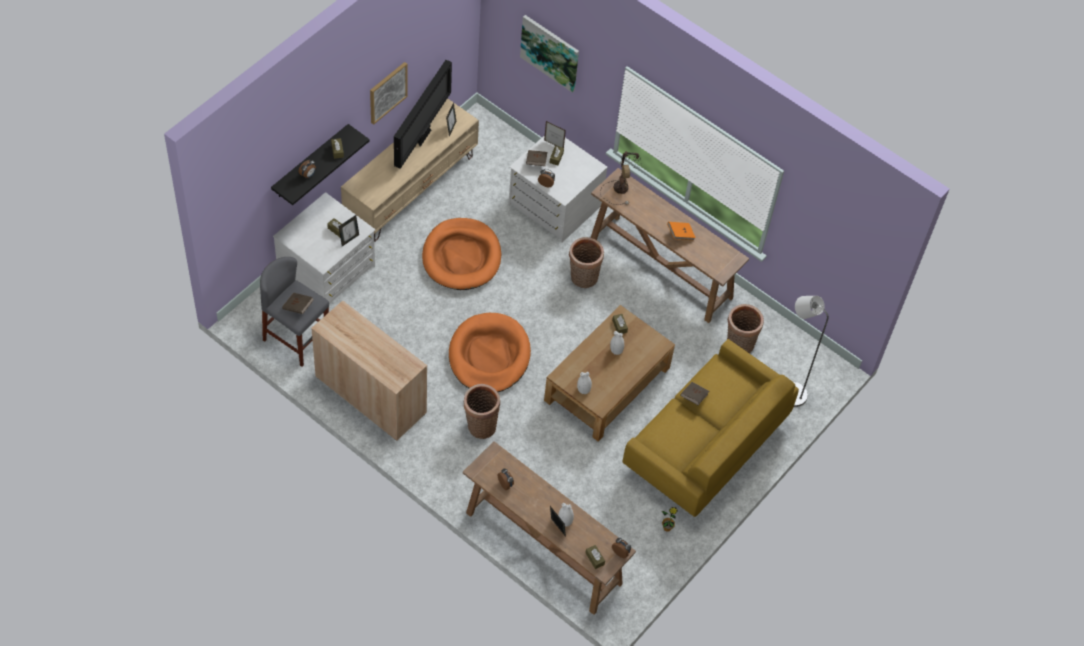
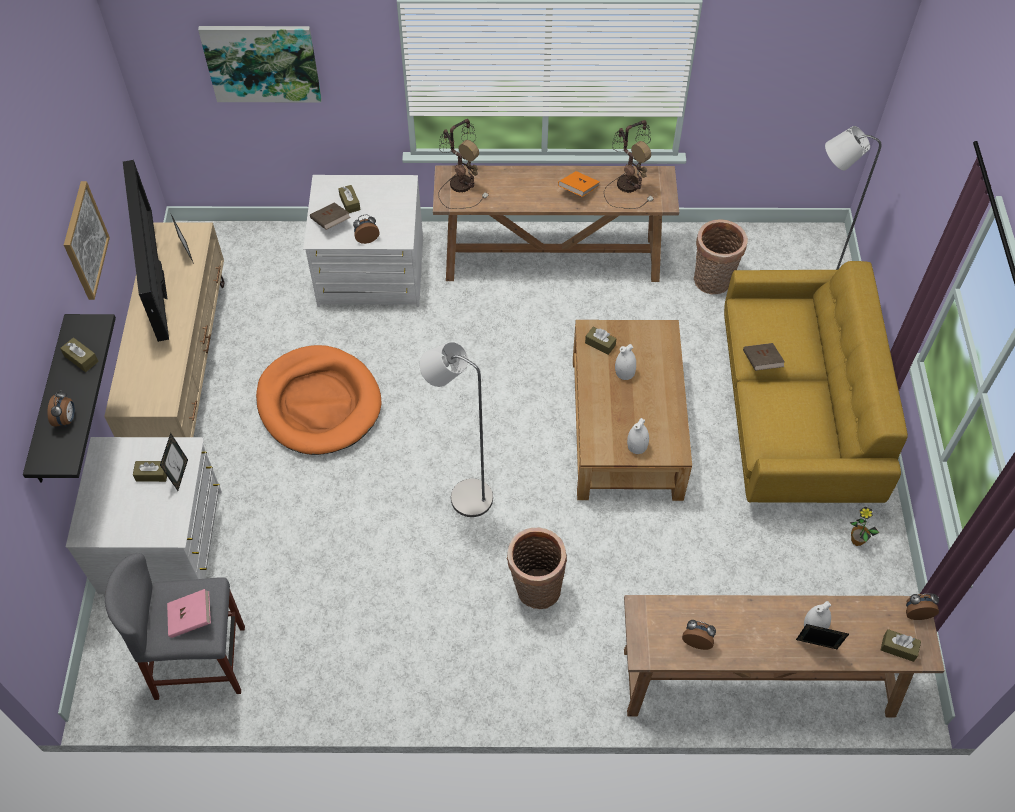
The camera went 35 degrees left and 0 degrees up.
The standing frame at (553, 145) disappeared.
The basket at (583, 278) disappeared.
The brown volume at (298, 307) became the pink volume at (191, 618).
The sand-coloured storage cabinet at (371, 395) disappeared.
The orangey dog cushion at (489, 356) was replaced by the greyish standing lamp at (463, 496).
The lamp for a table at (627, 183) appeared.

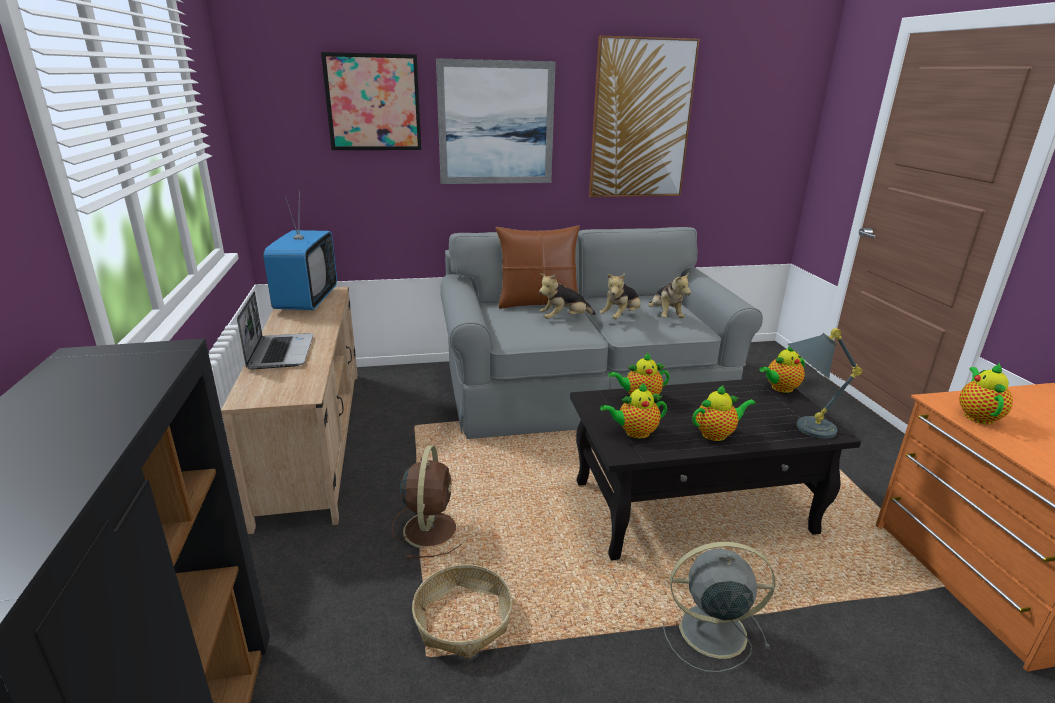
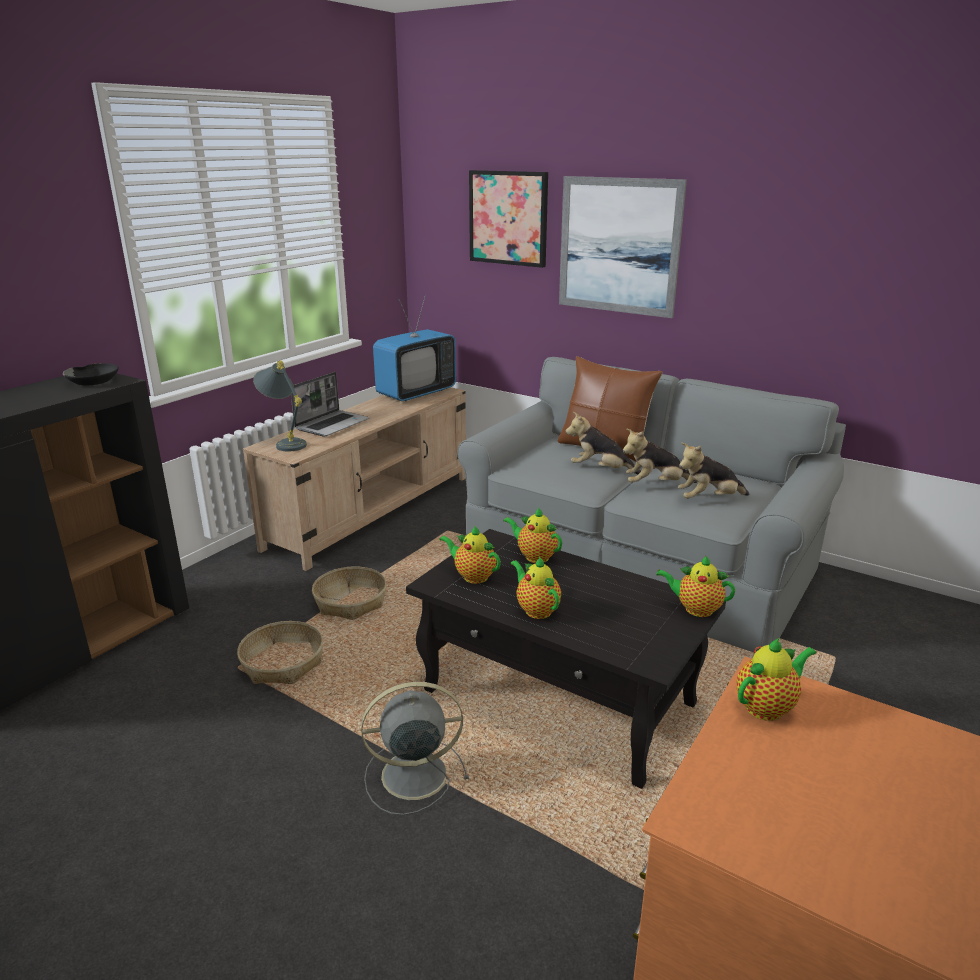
The camera went 45 degrees right and 0 degrees up.
The wall art at (640, 120) disappeared.
The plush toy at (665, 316) turned 45 degrees clockwise.
The greyish lamp for a table moved from (802, 428) to (285, 443).
The teapot at (717, 434) turned 150 degrees counterclockwise.
The brown cooling fan at (431, 528) was replaced by the basket at (350, 602).
The greyish cooling fan at (709, 630) turned 60 degrees counterclockwise.
The black deep dish at (94, 381) appeared.

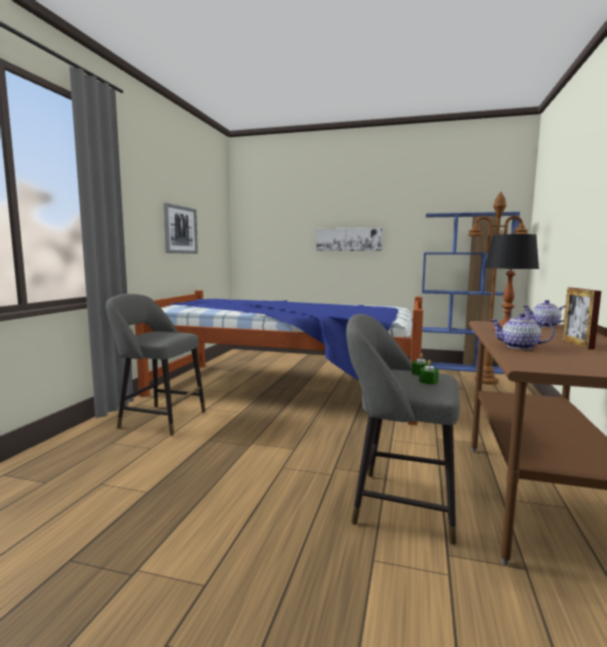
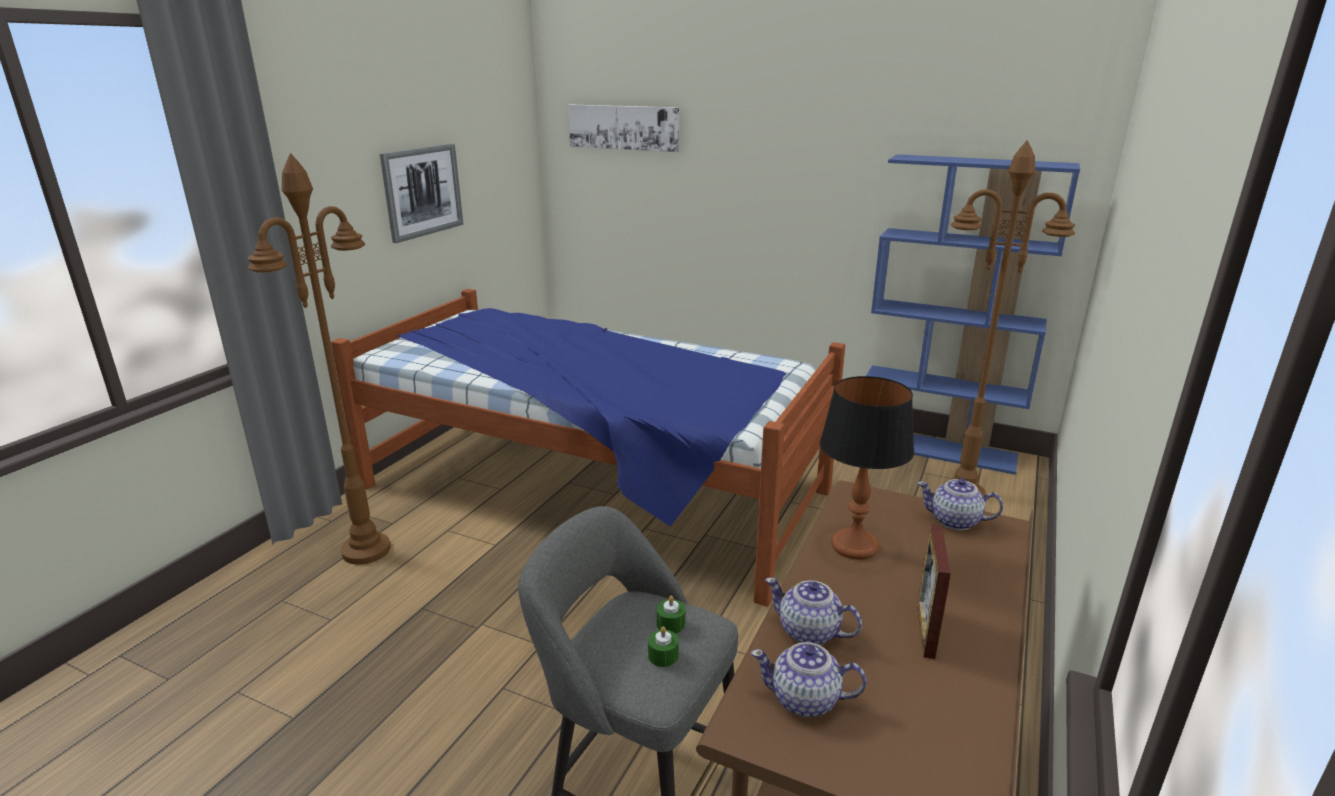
The camera went 10 degrees right and 15 degrees up.
The wall art moved from (349, 239) to (623, 127).
The greyish stool seat at (158, 419) was replaced by the brown standing lamp at (366, 550).
The teapot at (805, 700) appeared.

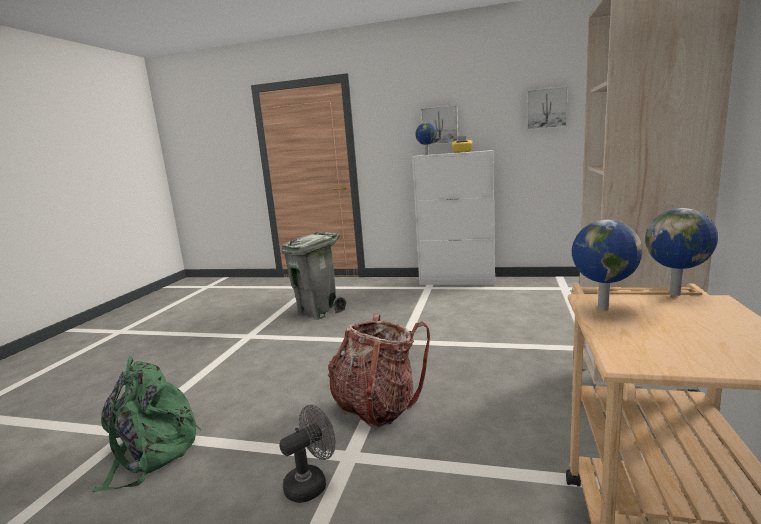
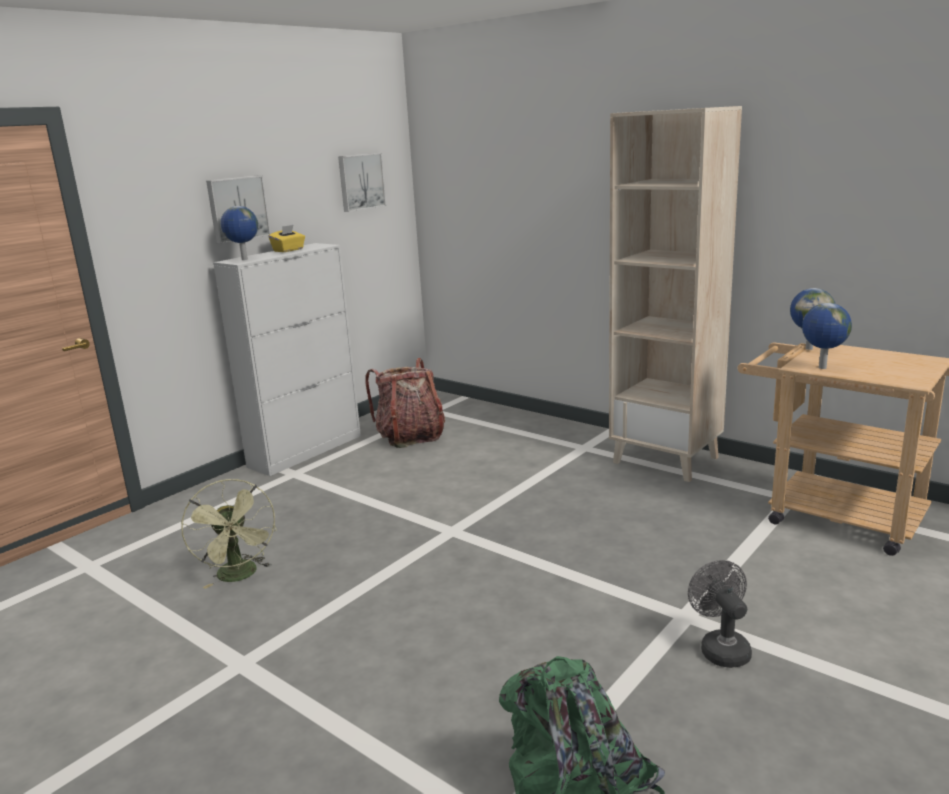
The camera went 65 degrees left and 5 degrees up.
The greyish trash can at (318, 312) was replaced by the green cooling fan at (240, 576).
The backpack moved from (377, 406) to (410, 436).

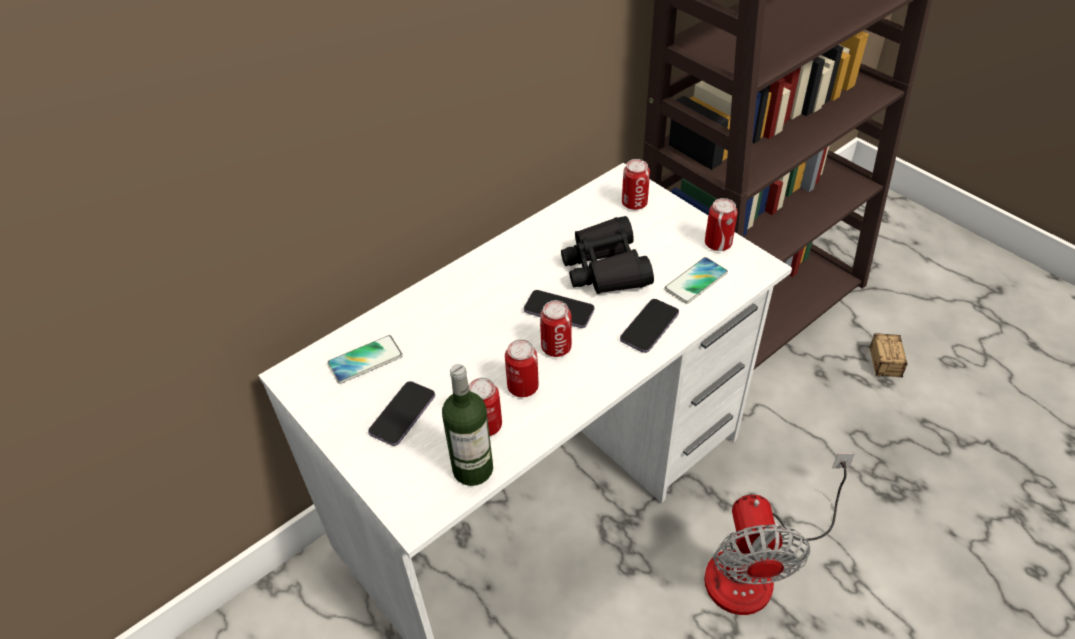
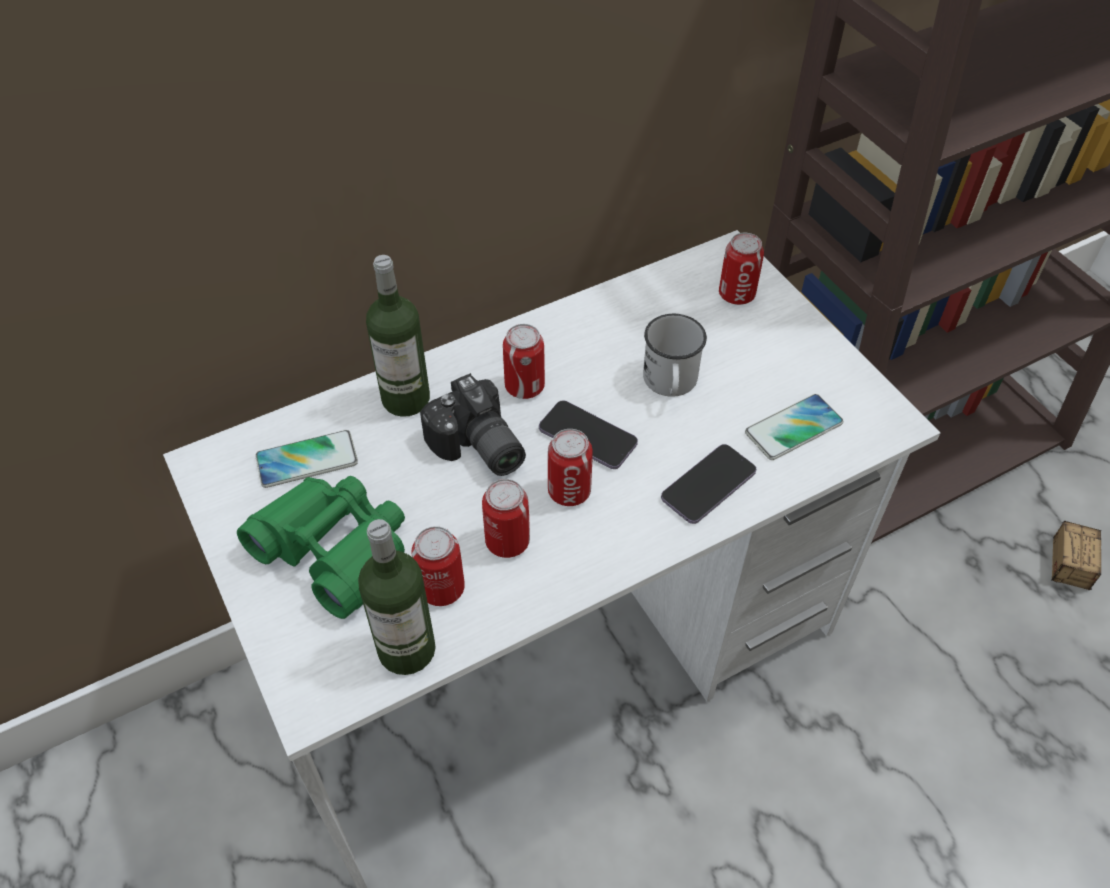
The camera went 10 degrees right and 5 degrees up.
The metal can moved from (718, 244) to (524, 386).
The black field glasses at (605, 267) was replaced by the white-coloured mug at (670, 384).
The phone at (402, 414) was replaced by the green field glasses at (334, 549).
The cooling fan at (756, 566) disappeared.
The bottle at (406, 399) appeared.
The still camera at (477, 449) appeared.

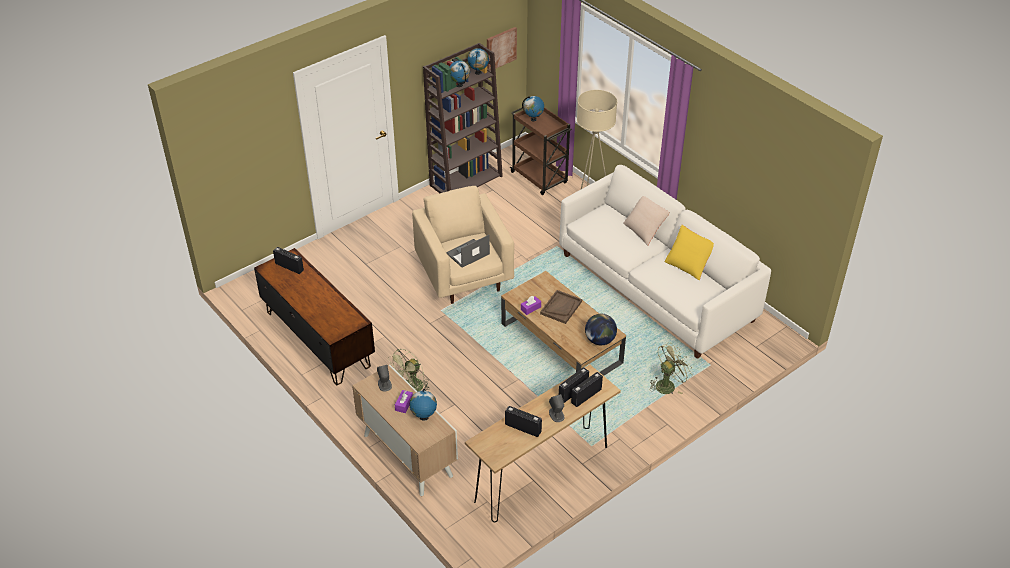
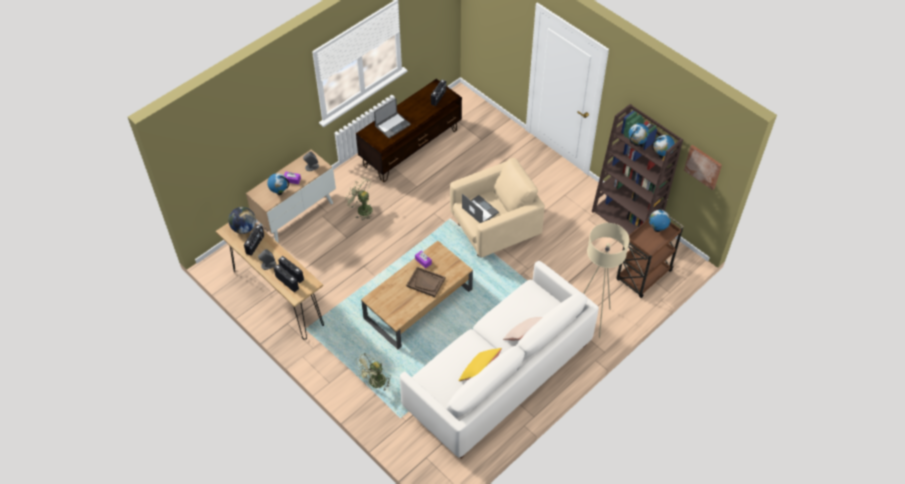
The camera went 85 degrees right and 10 degrees up.
The desk globe moved from (600, 340) to (244, 228).
The green cooling fan at (668, 384) turned 90 degrees clockwise.
The portable computer at (393, 125) appeared.

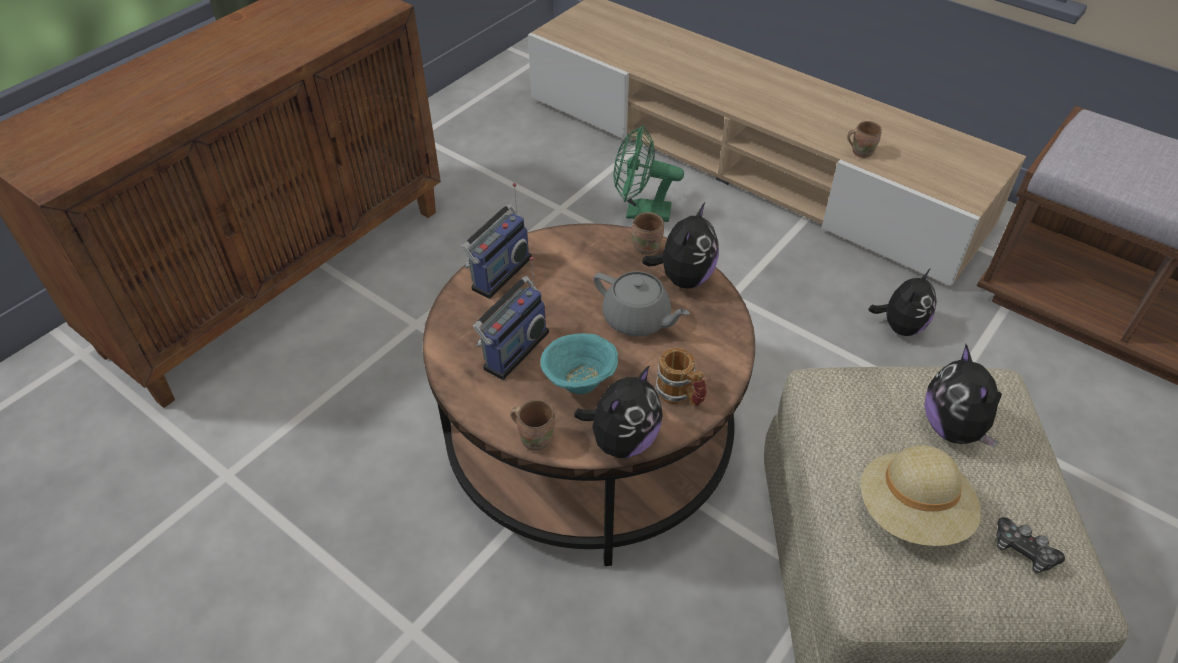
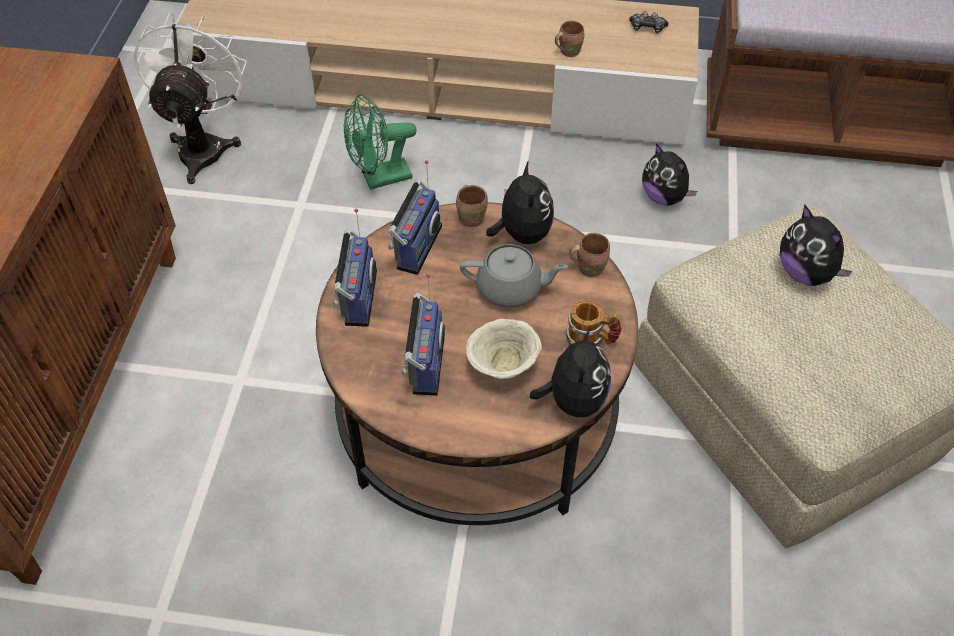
The camera went 30 degrees left and 5 degrees up.
The plush toy at (900, 326) turned 135 degrees clockwise.
The turquoise deep dish at (579, 383) became the sand-coloured deep dish at (503, 367).
The brown mug moved from (535, 437) to (589, 267).
The sand-coloured hat at (912, 513) disappeared.
The game controller moved from (1023, 551) to (647, 28).
The white-coloured cooling fan at (204, 146) appeared.
The radio set at (415, 246) appeared.

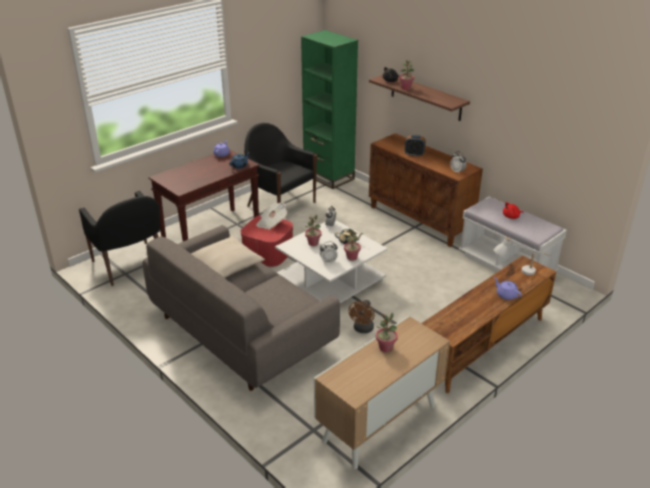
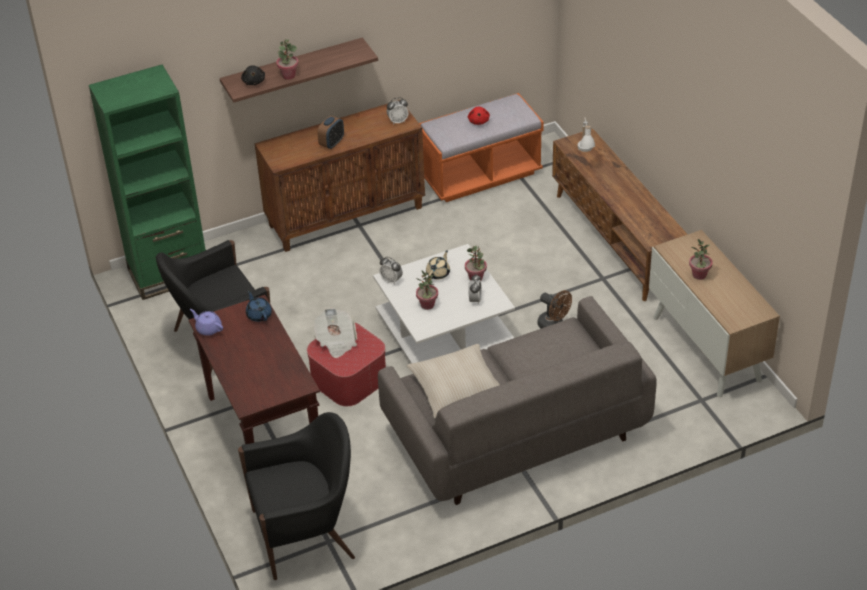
The camera went 70 degrees left and 10 degrees up.
The white-coloured long seat at (506, 264) became the orangey long seat at (480, 175).
The purple-coloured teapot at (506, 295) disappeared.

